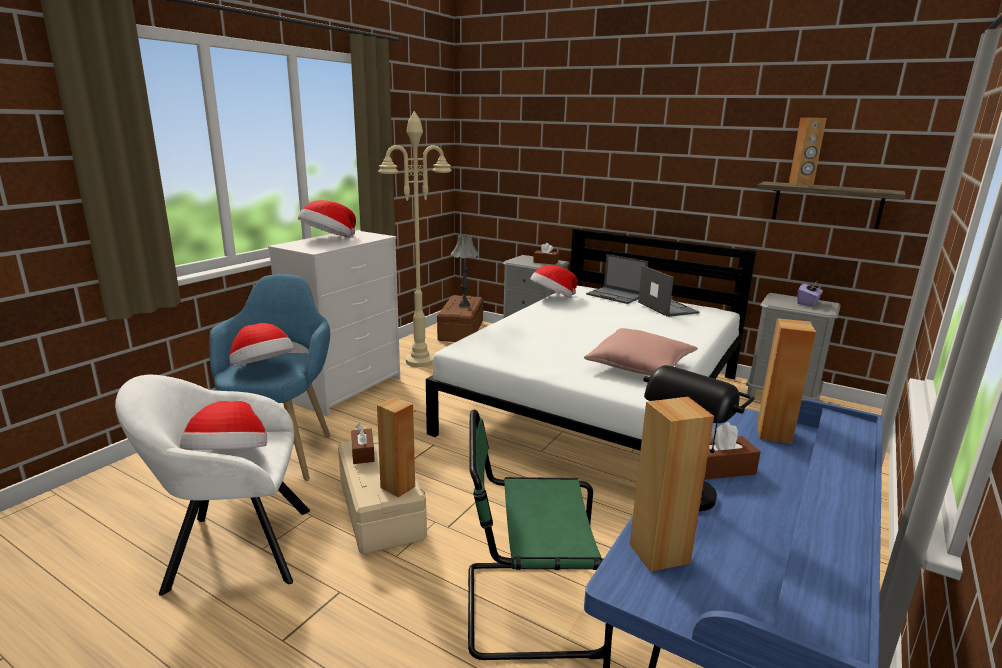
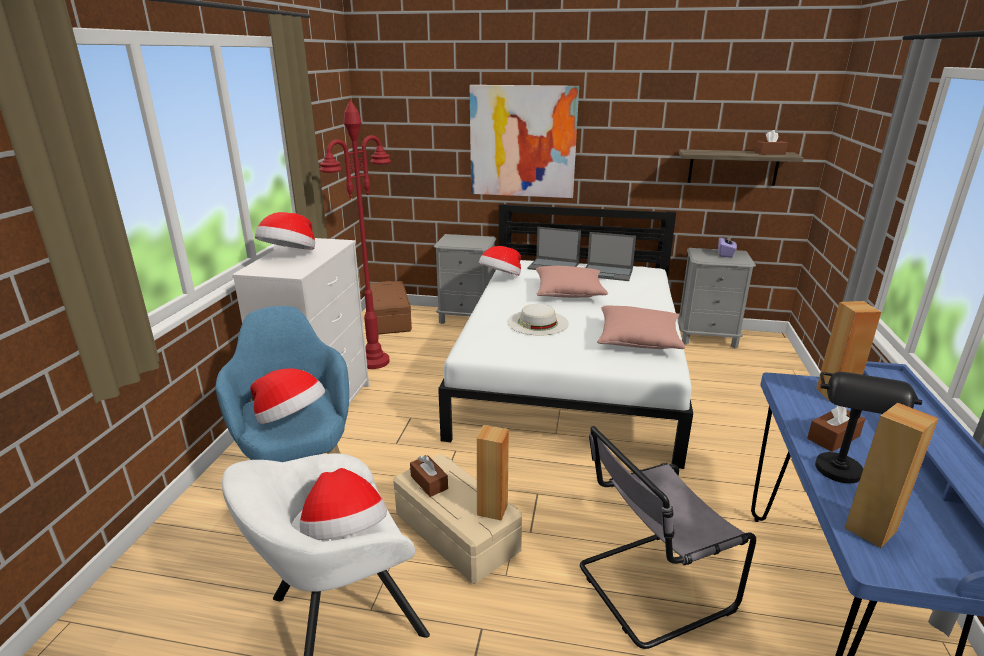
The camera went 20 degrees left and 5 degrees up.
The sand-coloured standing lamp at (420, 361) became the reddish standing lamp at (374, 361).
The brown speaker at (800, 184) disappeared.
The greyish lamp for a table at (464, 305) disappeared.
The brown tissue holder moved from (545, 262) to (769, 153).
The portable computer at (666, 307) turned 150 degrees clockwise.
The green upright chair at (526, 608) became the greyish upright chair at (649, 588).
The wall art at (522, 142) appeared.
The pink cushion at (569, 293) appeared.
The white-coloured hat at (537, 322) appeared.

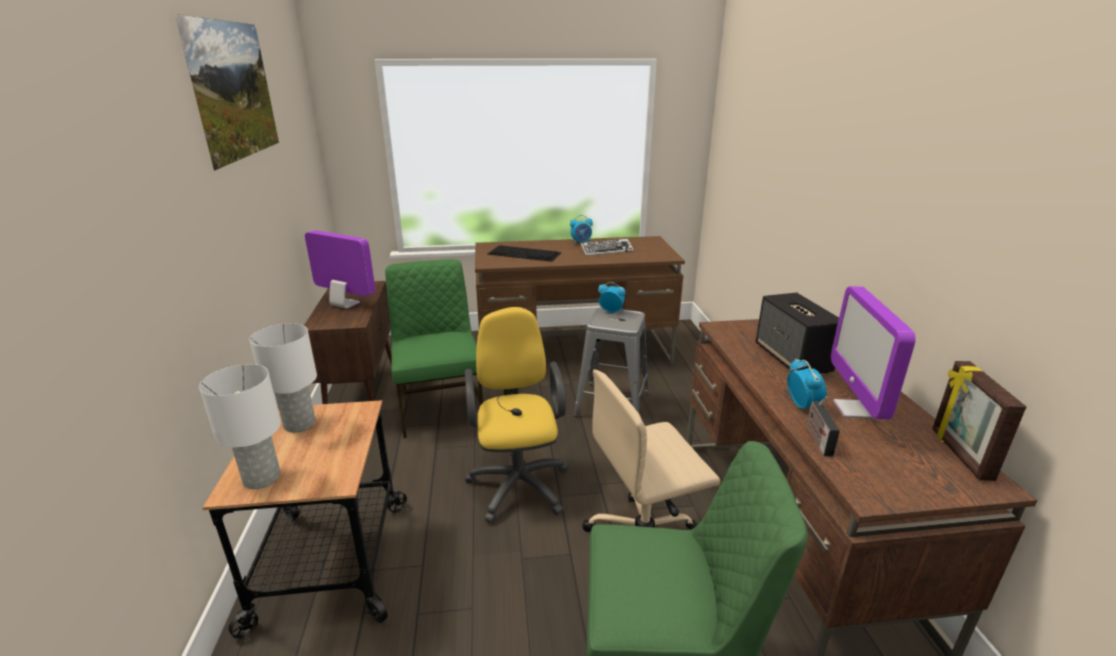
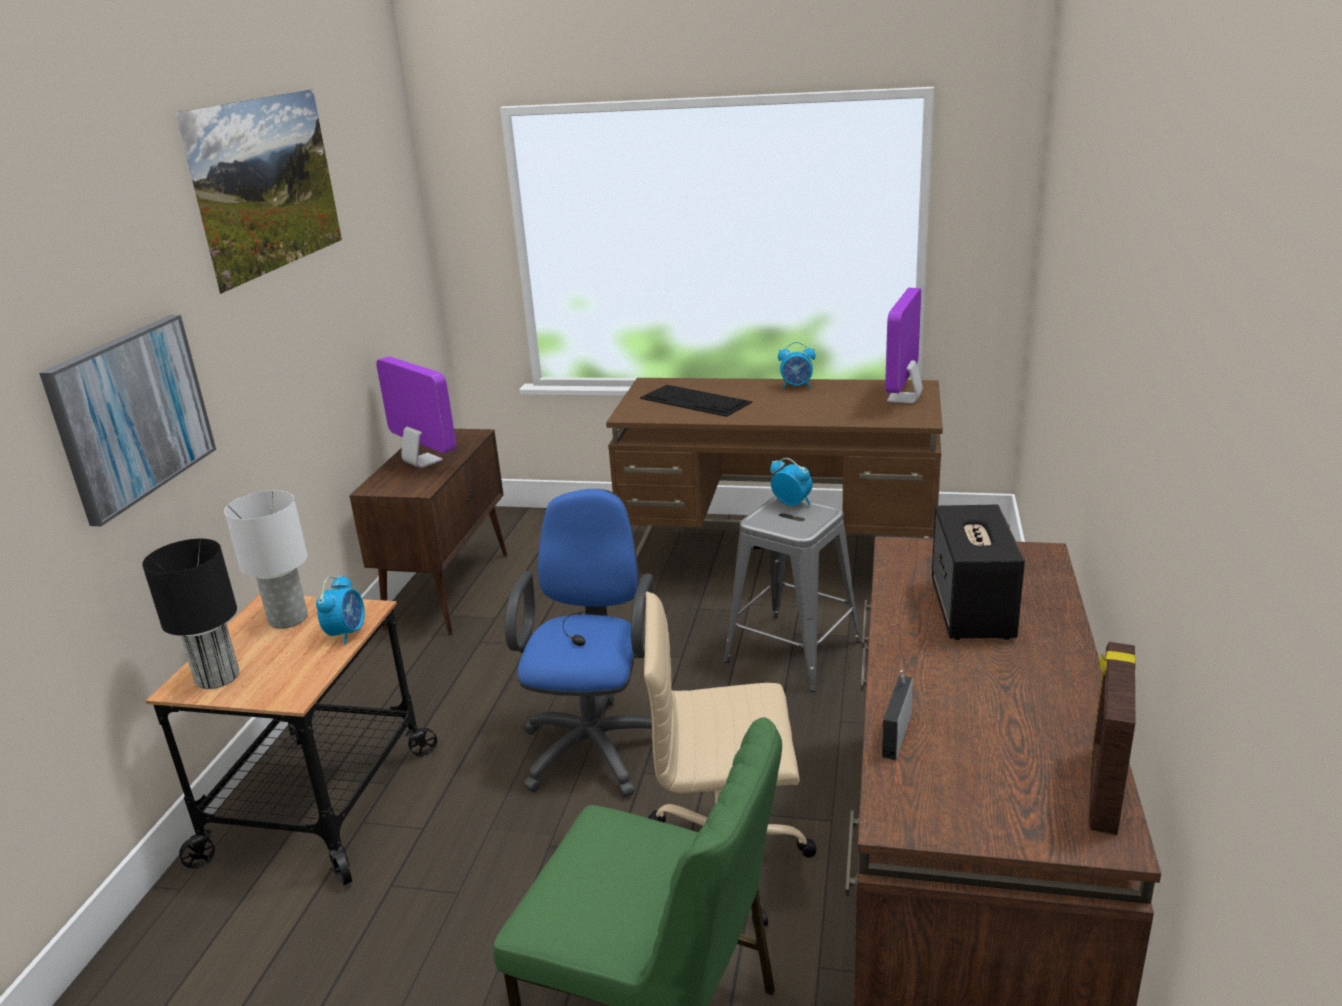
The camera went 20 degrees right and 0 degrees up.
The PC keyboard at (606, 250) disappeared.
The green upright chair at (440, 407) disappeared.
The computer screen moved from (855, 409) to (904, 398).
The yellow-coloured desk chair at (518, 482) became the blue-coloured desk chair at (596, 743).
The alarm clock moved from (802, 405) to (347, 633).
The white-coloured lamp for a table at (261, 478) became the black lamp for a table at (216, 678).
The wall art at (131, 415) appeared.

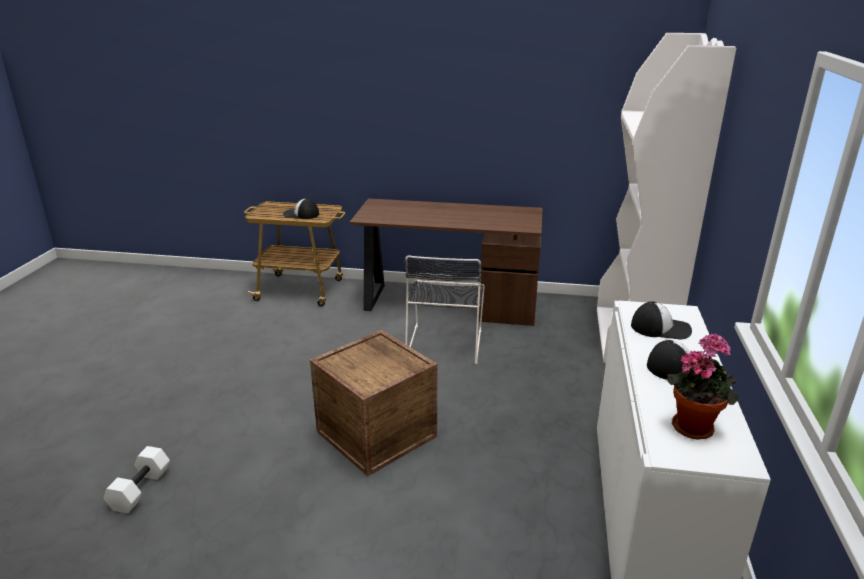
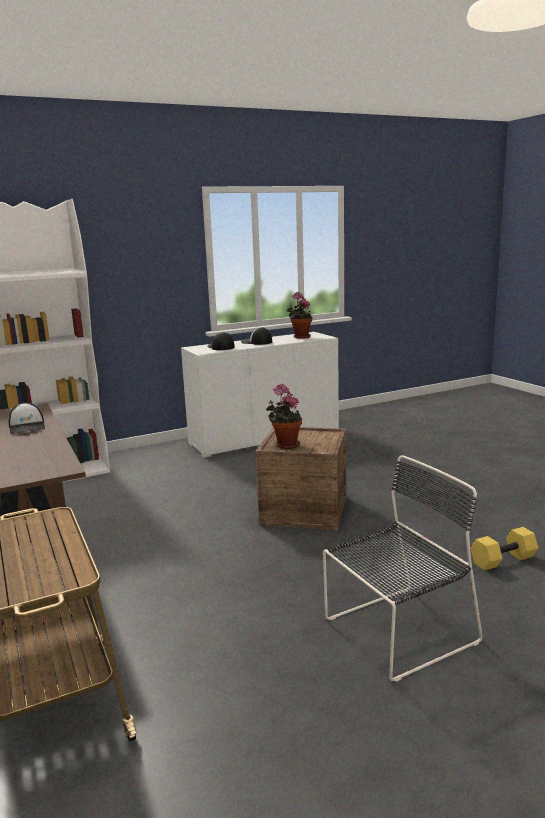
The camera went 125 degrees left and 10 degrees down.
The baseball cap moved from (301, 214) to (27, 427).
The black upright chair moved from (445, 342) to (396, 632).
The white-coloured free weight at (141, 490) became the yellow-coloured free weight at (503, 559).
The houseplant at (285, 445) appeared.

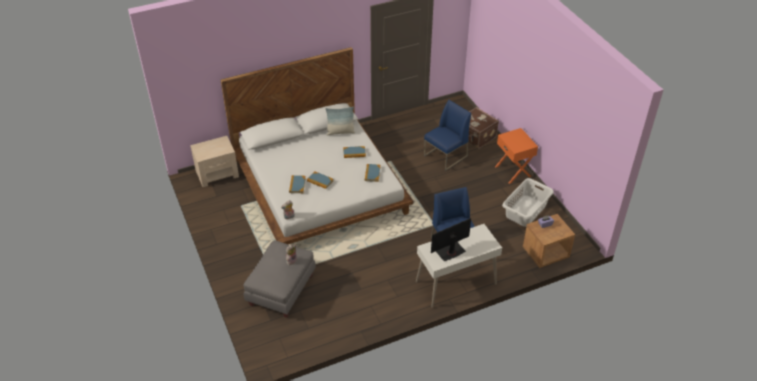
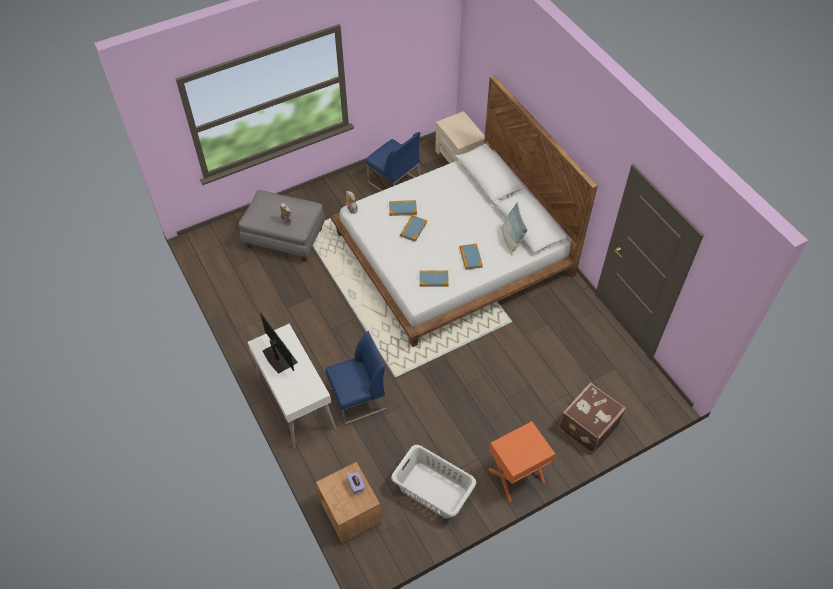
The camera went 85 degrees right and 10 degrees up.
The blue-coloured upright chair moved from (445, 156) to (393, 182).

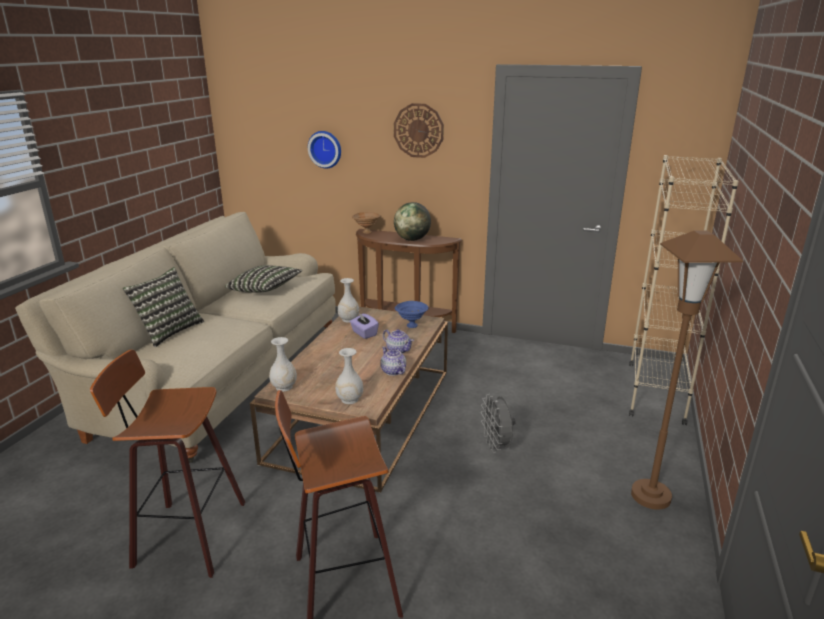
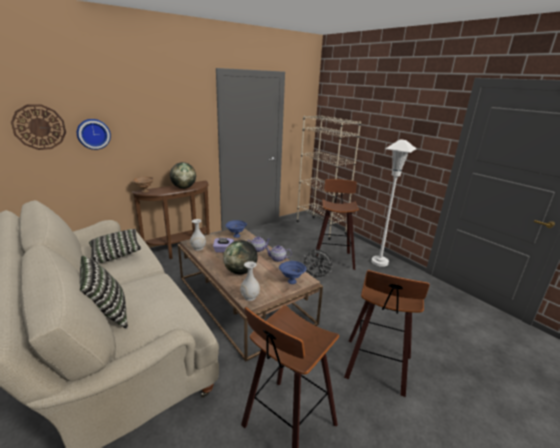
The camera went 55 degrees left and 0 degrees up.
The wall clock moved from (418, 130) to (39, 127).
The brown standing lamp at (650, 496) became the white-coloured standing lamp at (379, 262).
The white-coloured flower vase at (349, 399) was replaced by the blue-coloured deep dish at (291, 281).
The stool seat at (332, 258) appeared.
The desk globe at (240, 271) appeared.

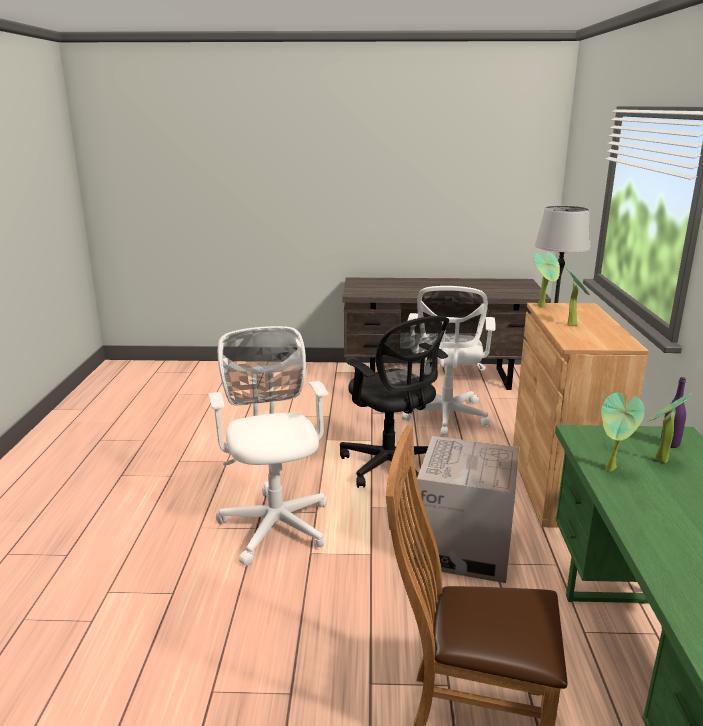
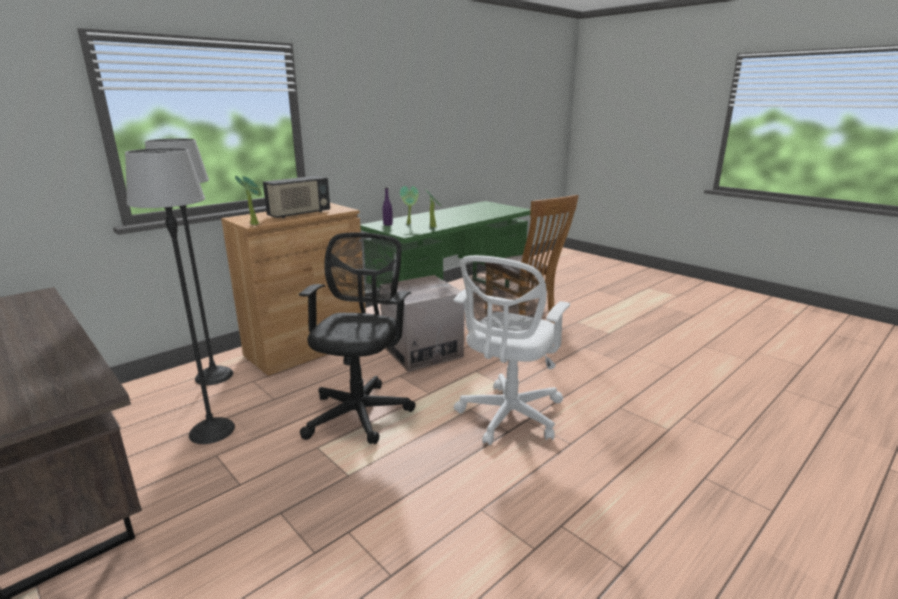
The camera went 135 degrees left and 0 degrees up.
The houseplant at (573, 324) was replaced by the radio set at (299, 214).
The white-coloured desk chair at (446, 418) was replaced by the standing lamp at (212, 431).

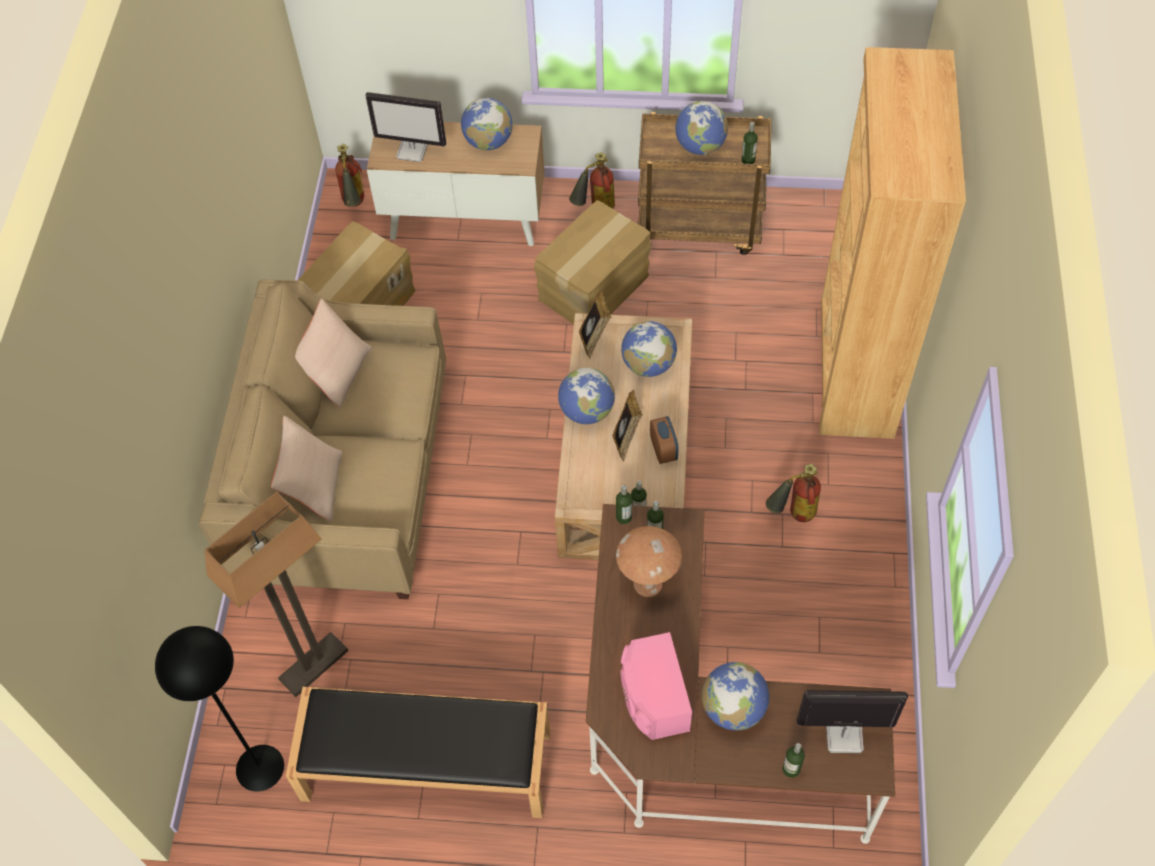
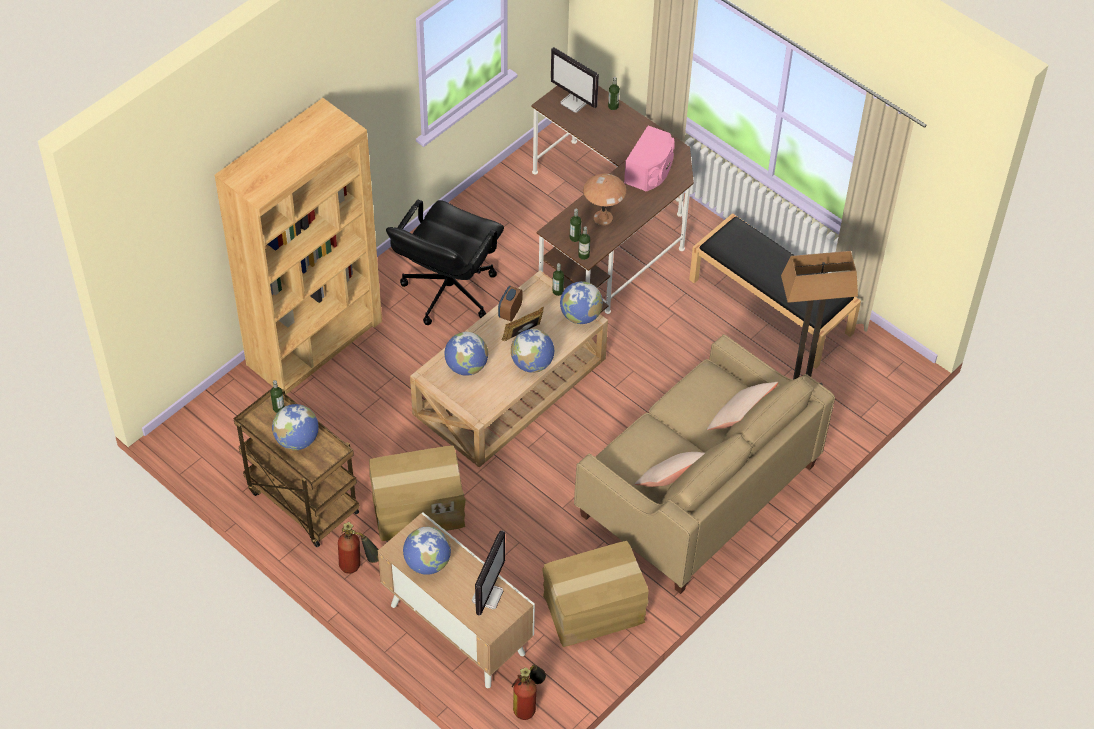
The camera went 145 degrees left and 5 degrees down.
The computer screen at (413, 150) turned 60 degrees clockwise.
The standing frame at (594, 336) disappeared.
The fire extinguisher at (792, 515) was replaced by the black desk chair at (448, 291).
The black standing lamp at (260, 767) disappeared.
The desk globe moved from (733, 708) to (580, 316).

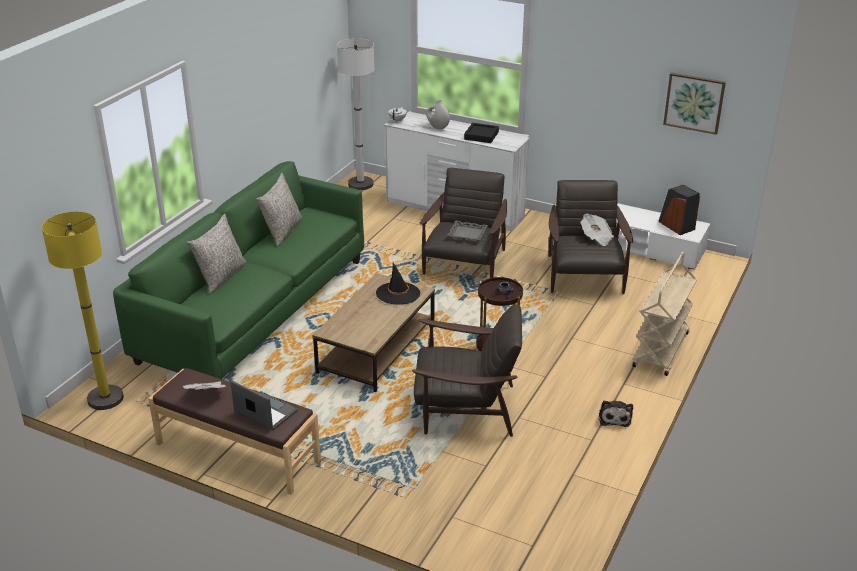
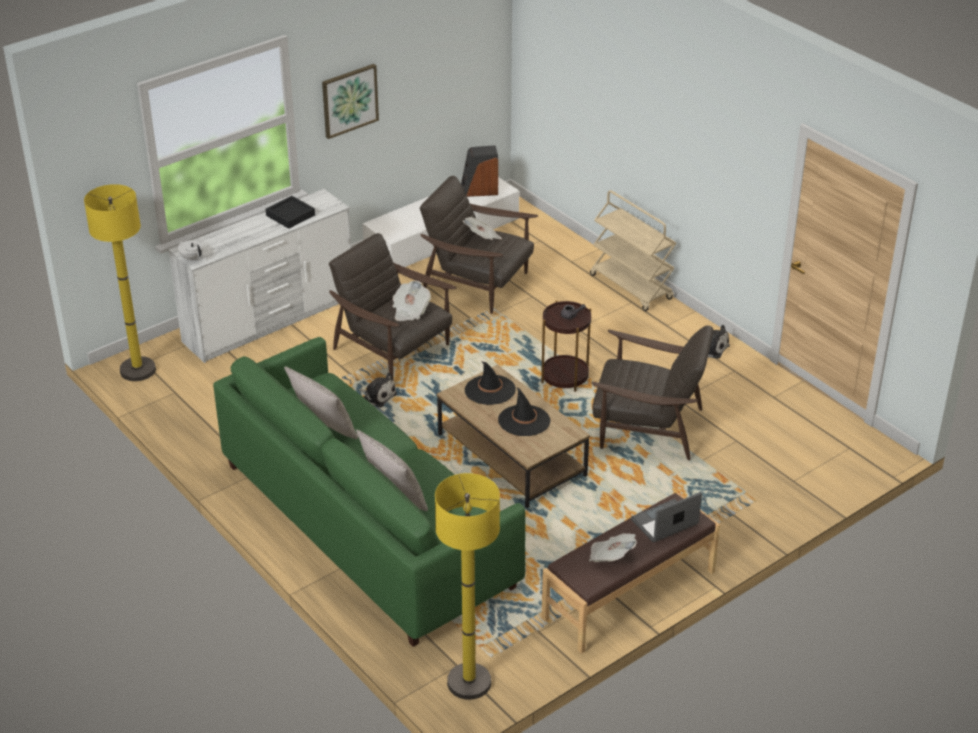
The camera went 65 degrees left and 5 degrees up.
The white-coloured standing lamp at (360, 184) became the yellow-coloured standing lamp at (138, 370).
The wall art moved from (694, 102) to (349, 100).
The white-coloured flower vase at (437, 127) disappeared.
The greyish carrying tray at (467, 234) was replaced by the printed paper at (410, 311).
The brown lounge chair at (465, 408) turned 75 degrees clockwise.
The plush toy at (377, 396) appeared.
The black hat at (524, 421) appeared.

